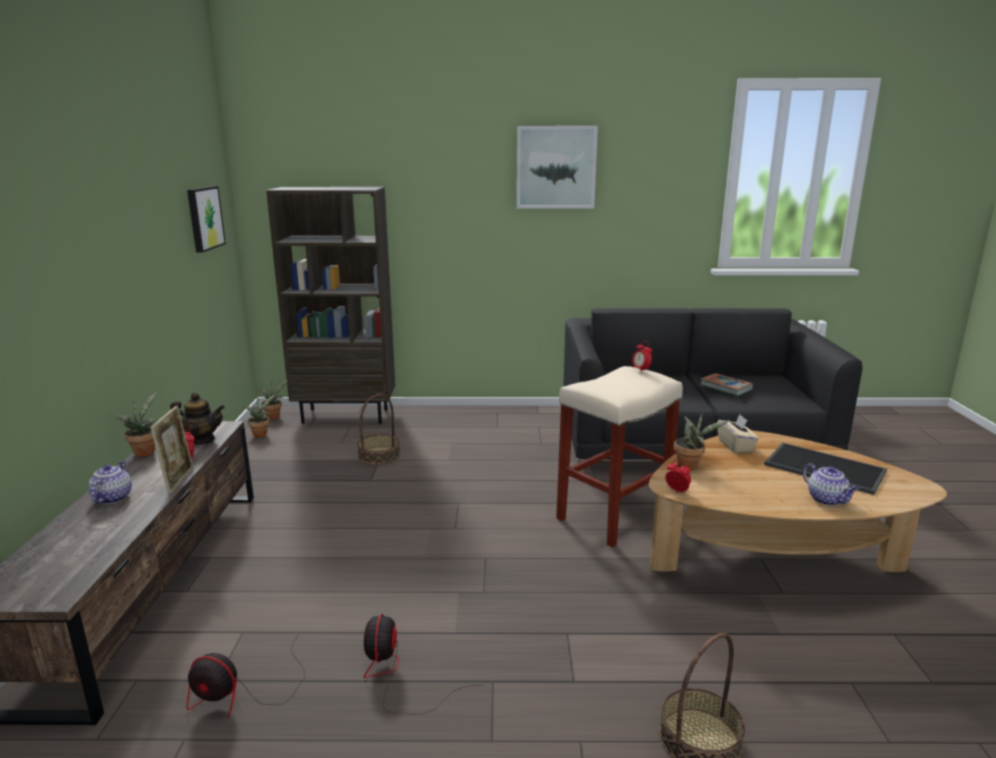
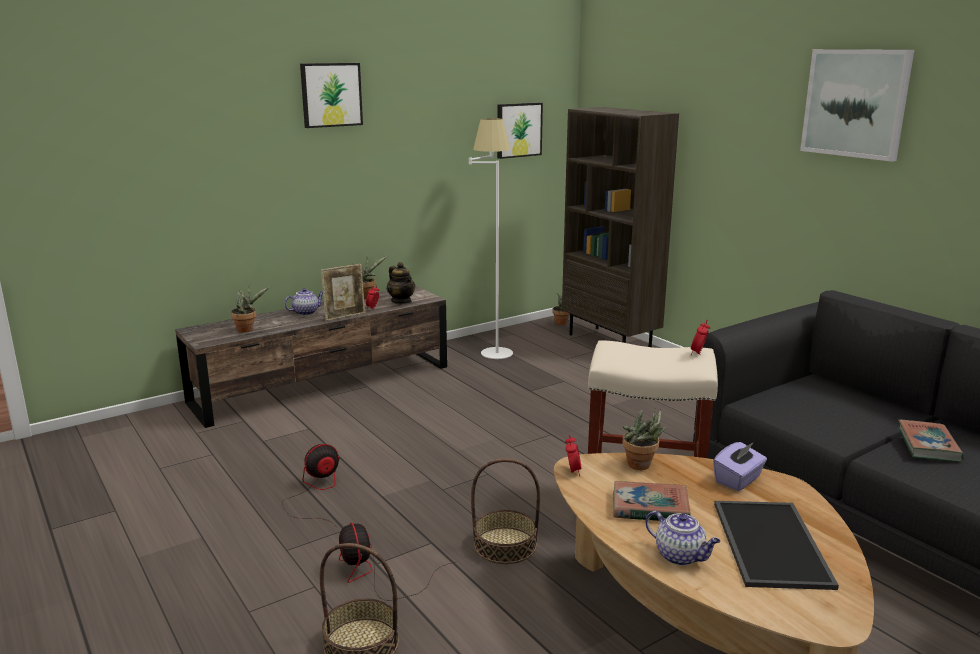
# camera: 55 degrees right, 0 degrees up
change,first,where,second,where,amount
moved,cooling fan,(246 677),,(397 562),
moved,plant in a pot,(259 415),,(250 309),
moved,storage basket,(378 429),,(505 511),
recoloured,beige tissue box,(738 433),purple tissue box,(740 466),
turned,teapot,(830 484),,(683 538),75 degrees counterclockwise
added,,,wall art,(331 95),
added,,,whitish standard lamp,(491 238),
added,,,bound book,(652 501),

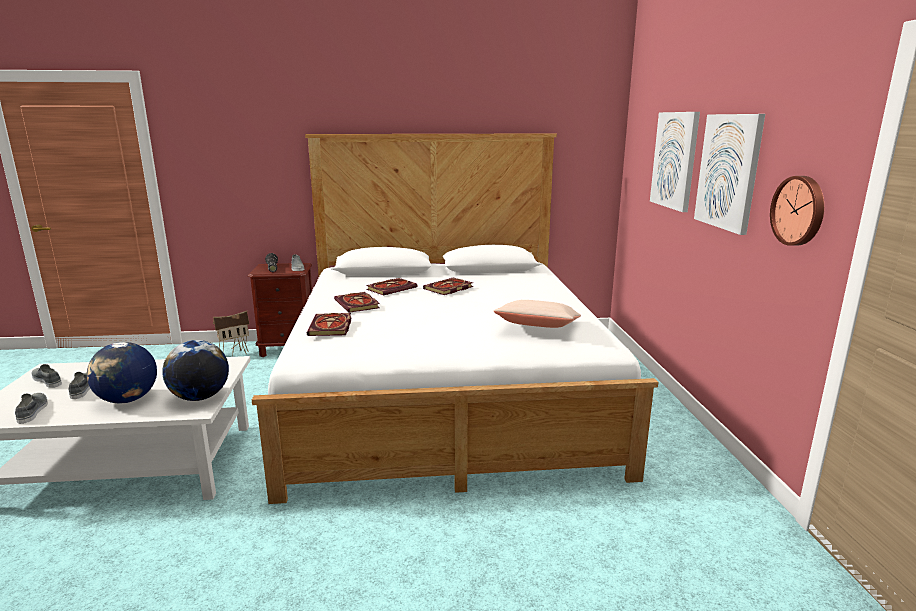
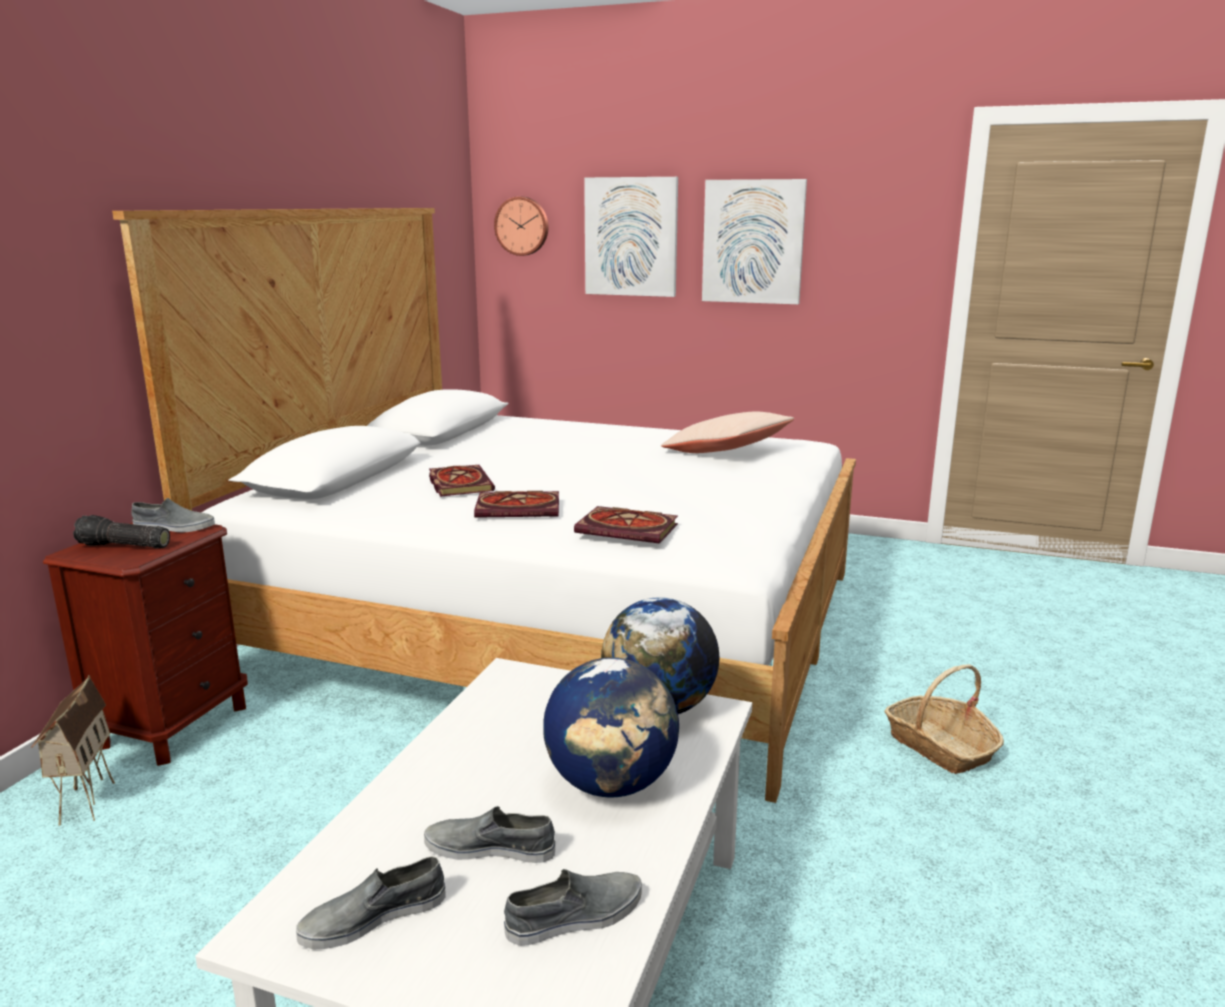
# camera: 65 degrees left, 0 degrees up
change,first,where,second,where,amount
turned,gray item of footwear,(31 408),,(573 907),150 degrees clockwise
removed,bound book,(448 286),,,
moved,hanging clock,(797 211),,(521 226),
added,,,storage basket,(944 719),

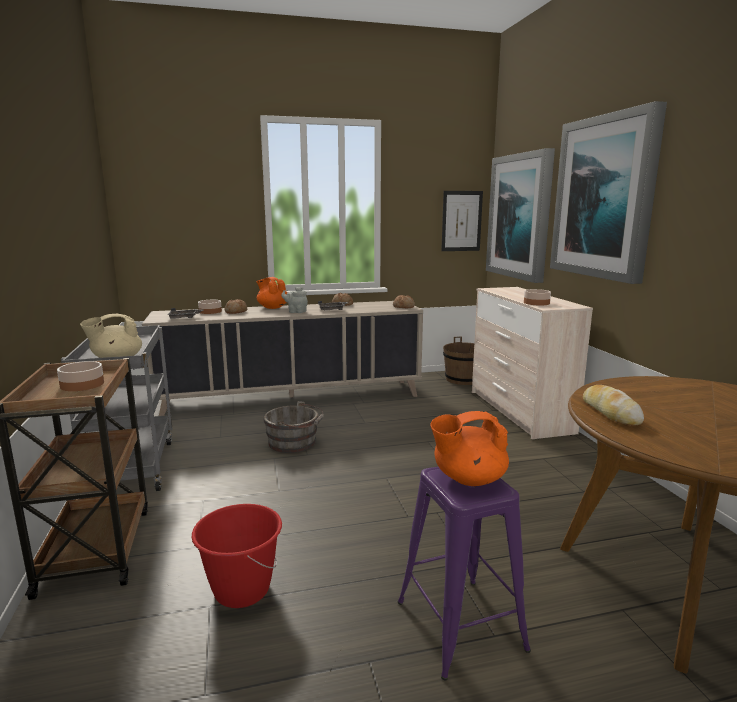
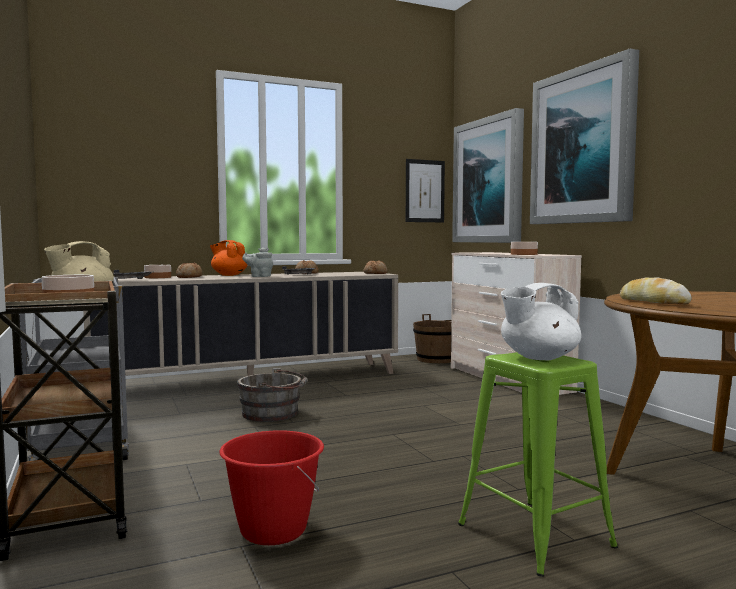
# camera: 10 degrees left, 10 degrees down
change,first,where,second,where,amount
recoloured,purple sitting stool,(464 574),green-coloured sitting stool,(538 464),
recoloured,orange-coloured teapot,(469 448),whitish teapot,(541 321),

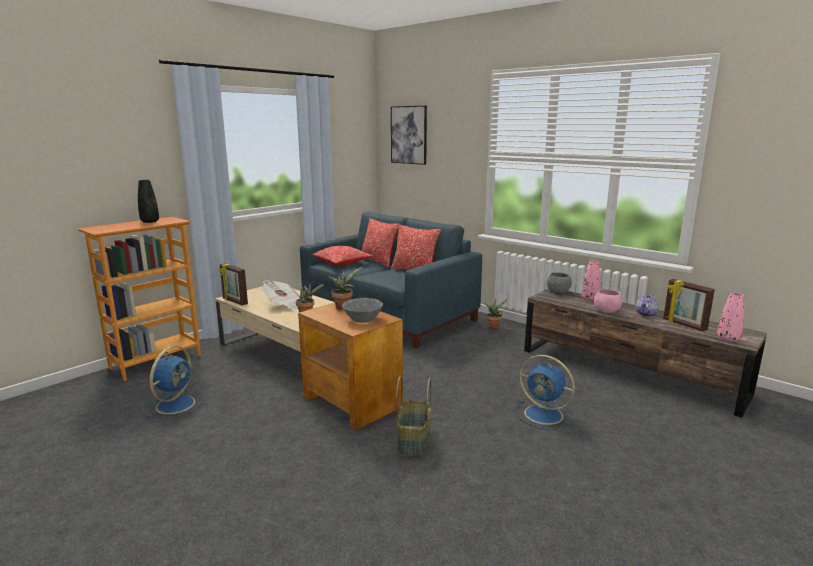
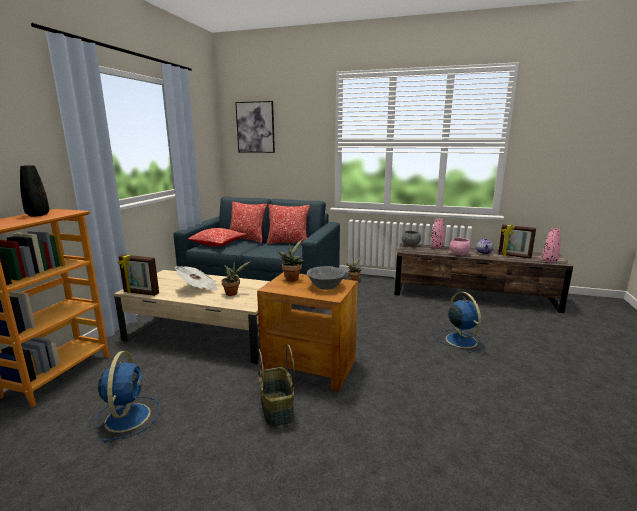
# camera: 25 degrees left, 0 degrees up
change,first,where,second,where,amount
moved,storage basket,(413 416),,(276 386),
turned,blue cooling fan,(545 392),,(460 322),120 degrees counterclockwise

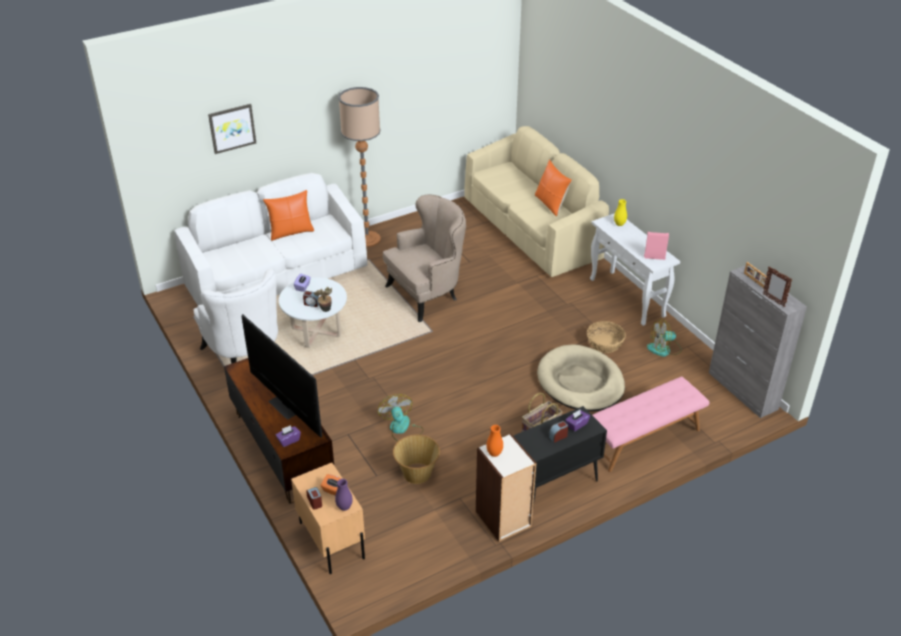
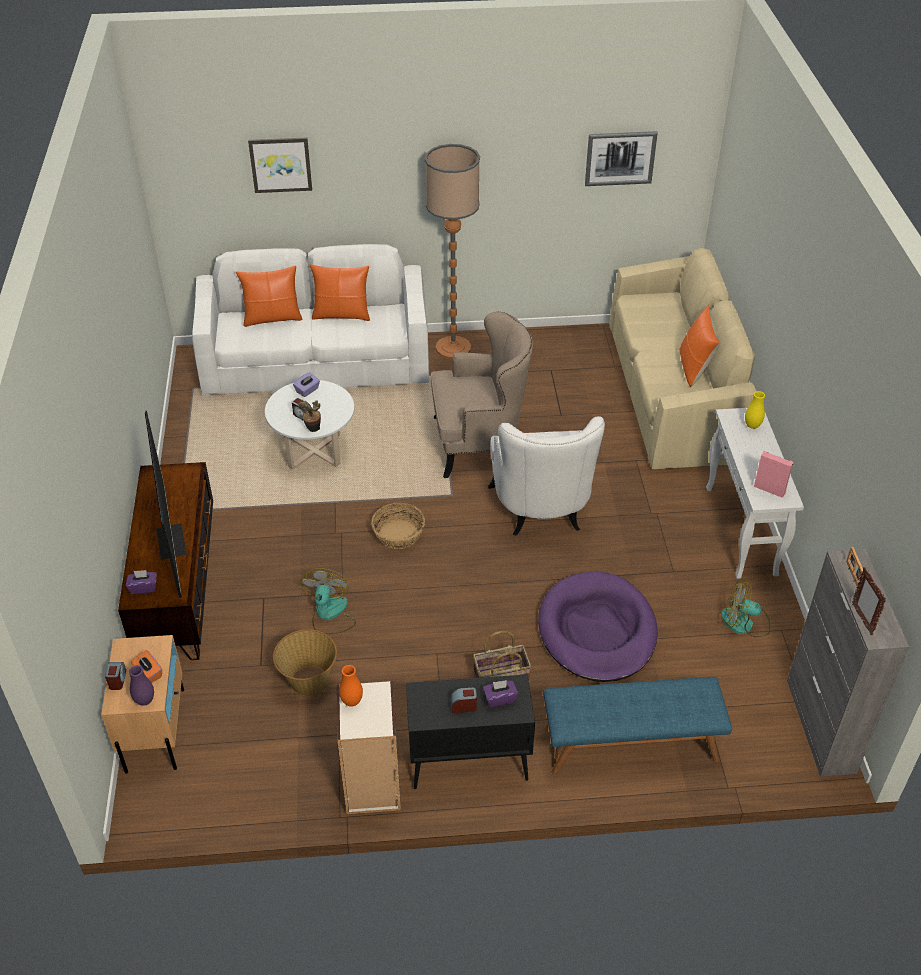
# camera: 25 degrees right, 5 degrees up
change,first,where,second,where,amount
moved,whitish armchair,(236 316),,(546 475),
recoloured,beige pet bed,(581 377),purple pet bed,(597 627),
moved,storage basket,(606 337),,(398 526),
recoloured,pink indoor bench,(651 424),blue indoor bench,(637 726),
added,,,orange-coloured cushion,(269 296),
added,,,wall art,(621 158),

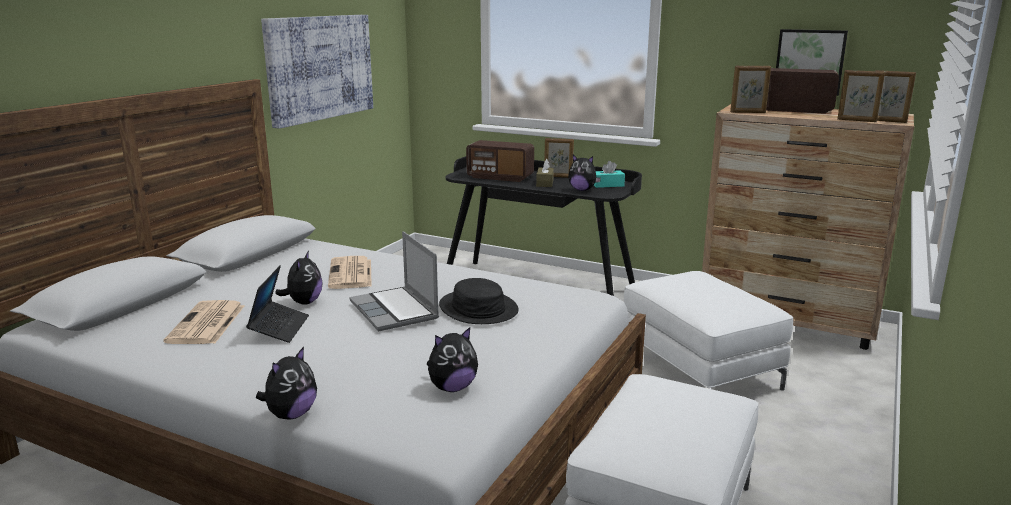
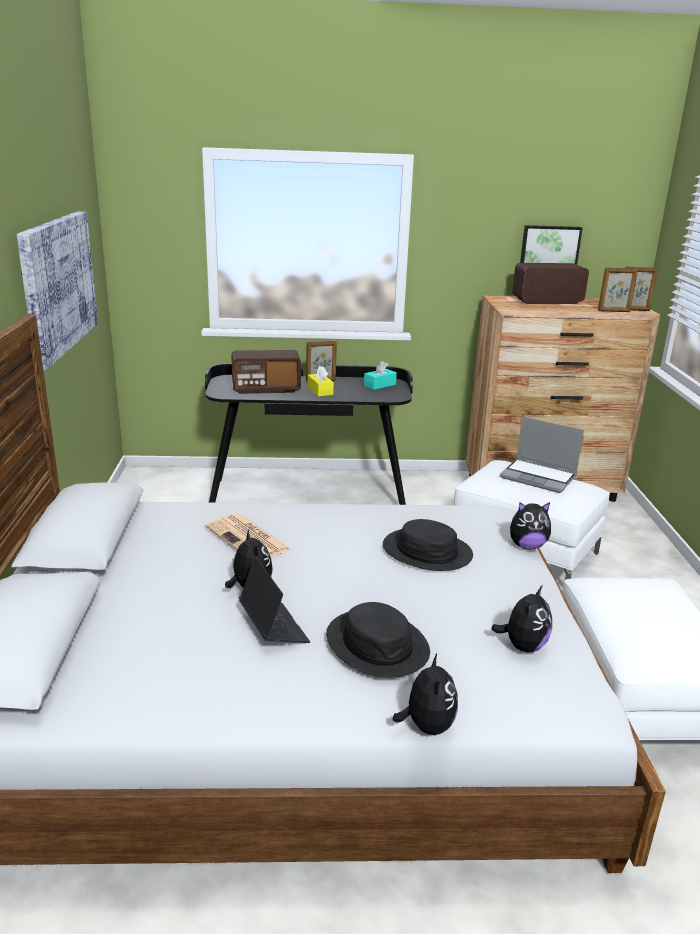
# camera: 30 degrees left, 5 degrees up
change,first,where,second,where,amount
removed,daily paper,(203 322),,,
moved,laptop,(394 281),,(542 454),
recoloured,brown-coloured tissue box,(545 173),yellow tissue box,(321 381),
moved,plush toy,(584 173),,(530 526),
removed,photo frame,(750 89),,,
added,,,black-coloured clothing hat,(378 640),

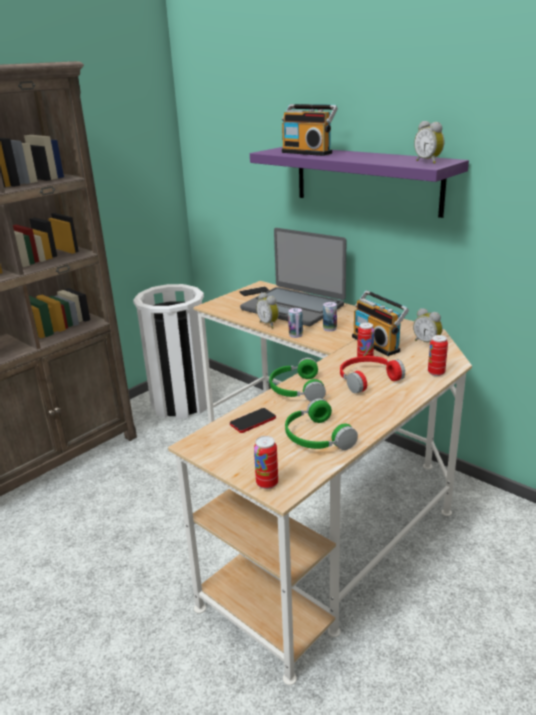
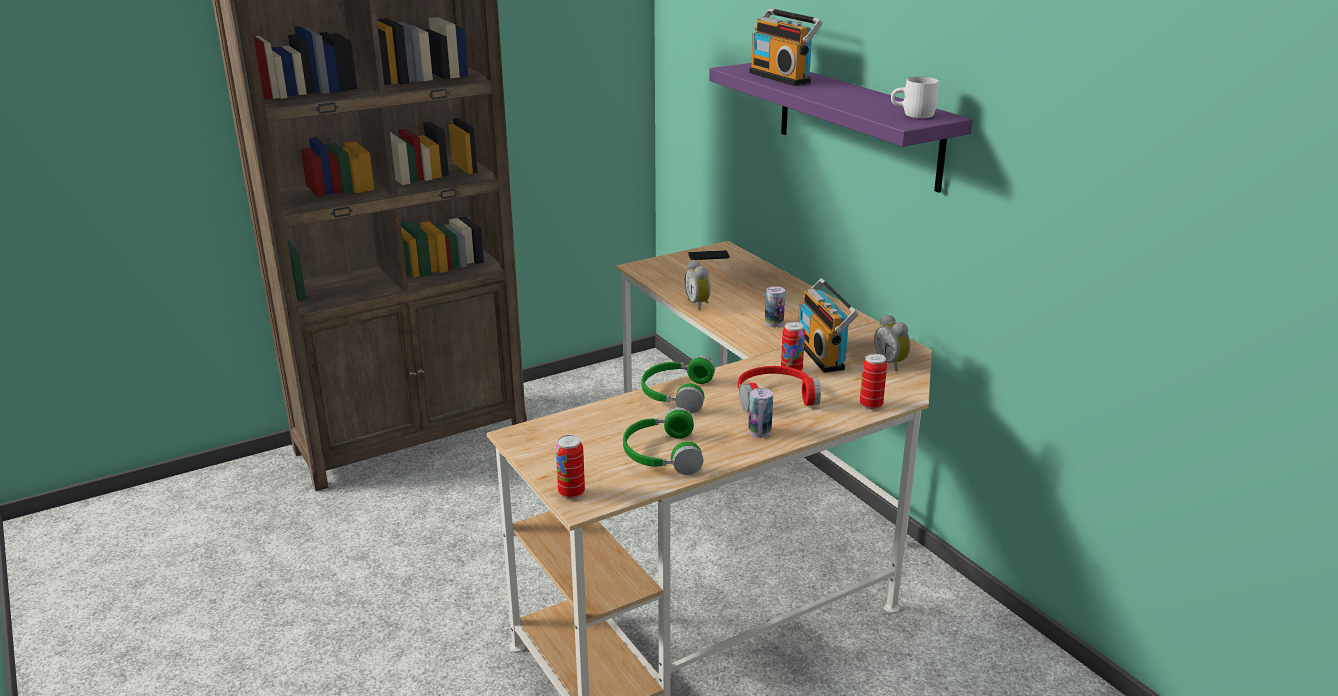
# camera: 15 degrees right, 0 degrees up
change,first,where,second,where,amount
removed,whitish rubbish bin,(170 351),,,
removed,telephone,(253 420),,,
removed,laptop,(293 277),,,
moved,metal can,(295 323),,(760 413),
replaced,table clock,(429 142),whitish coffee mug,(915 97),

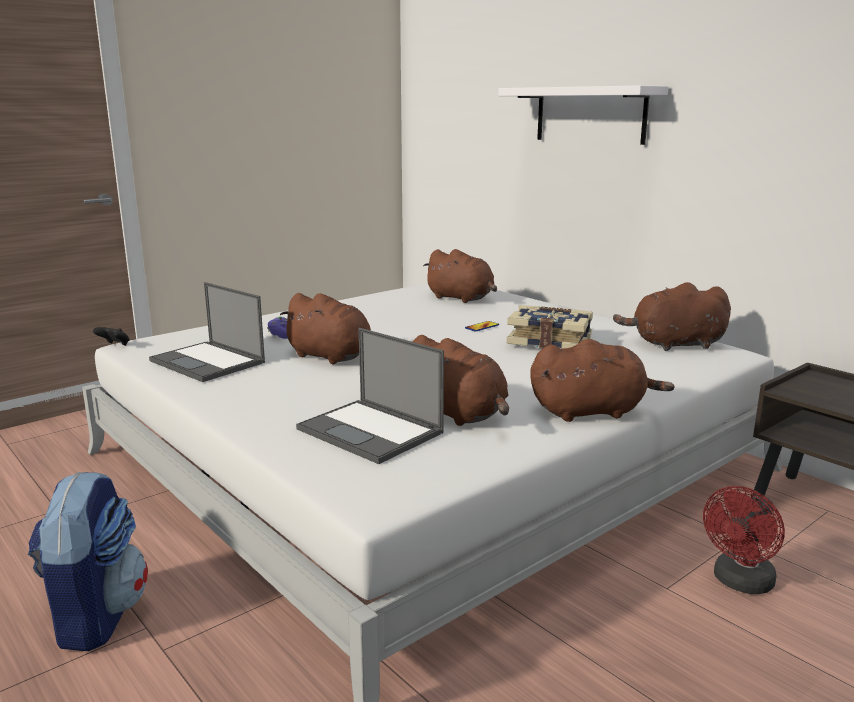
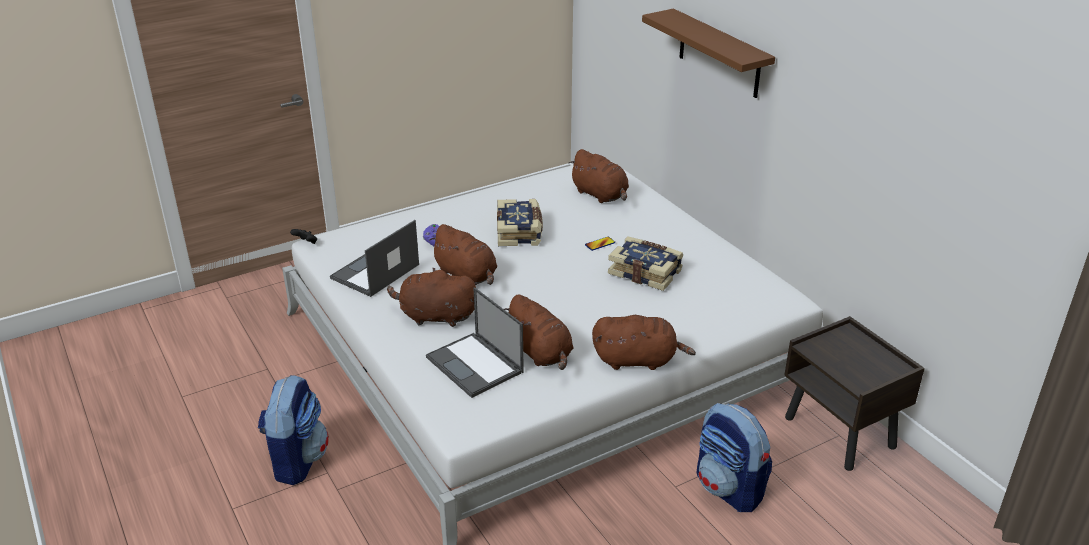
# camera: 10 degrees right, 15 degrees up
change,first,where,second,where,amount
turned,laptop,(207 332),,(374 258),75 degrees clockwise
recoloured,whitish bracket shelf,(583 115),brown-coloured bracket shelf,(708 53),
moved,brown-coloured plush toy,(672 316),,(432 297),
replaced,red cooling fan,(744 540),knapsack,(734 457),
added,,,bound book,(520 222),

